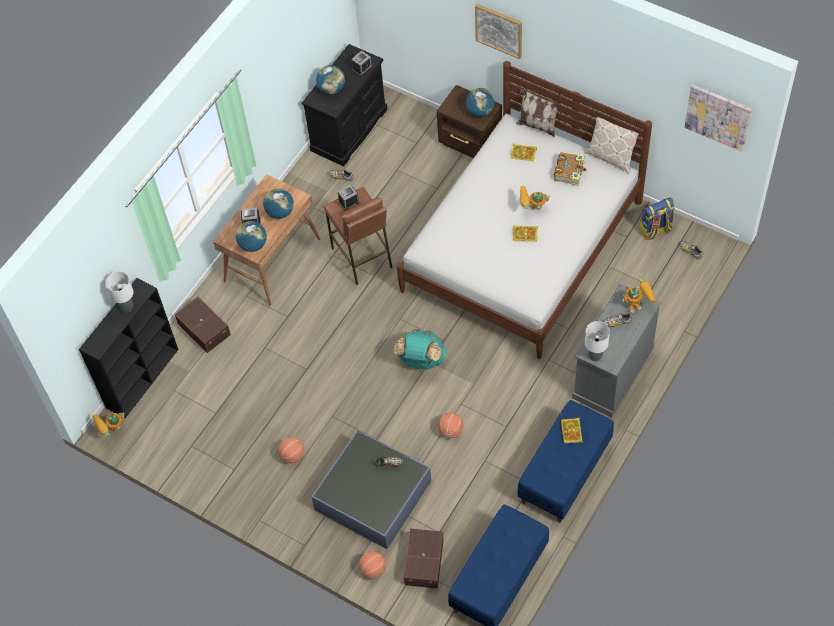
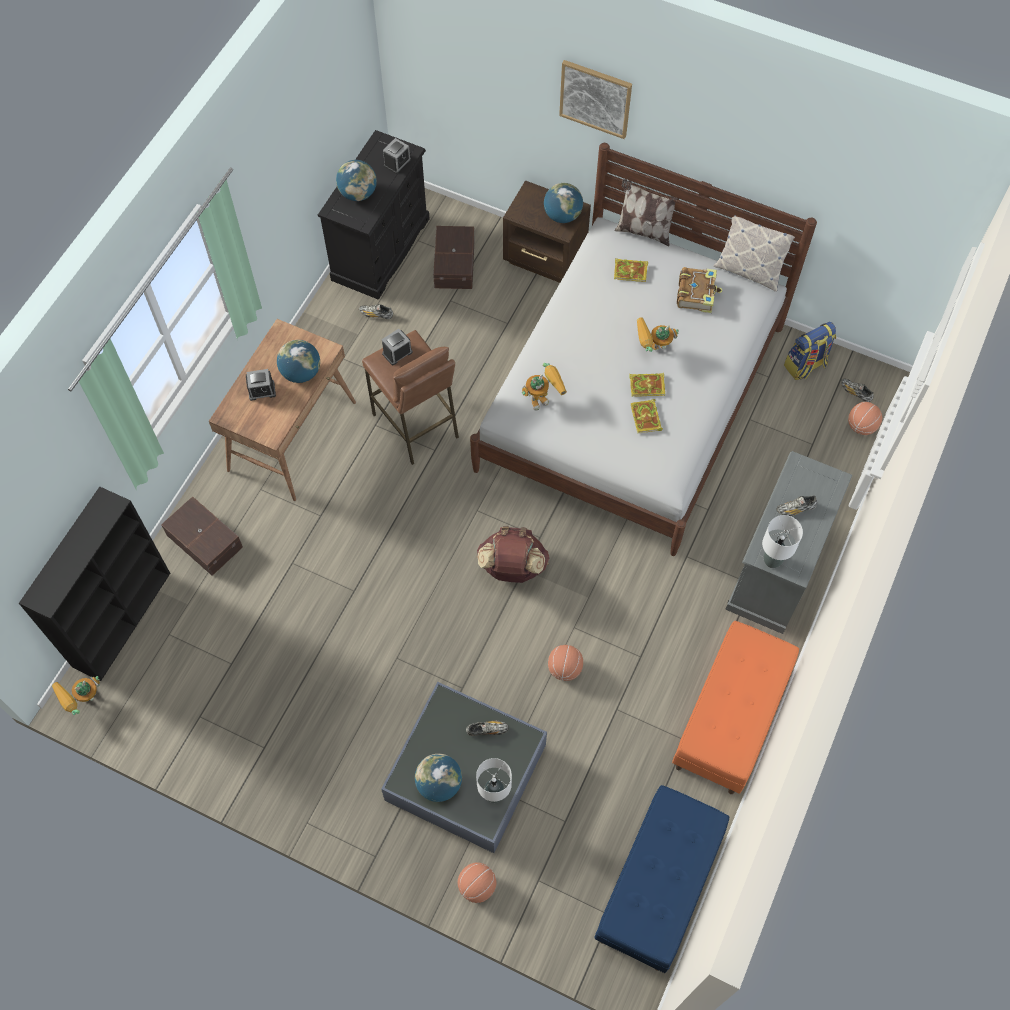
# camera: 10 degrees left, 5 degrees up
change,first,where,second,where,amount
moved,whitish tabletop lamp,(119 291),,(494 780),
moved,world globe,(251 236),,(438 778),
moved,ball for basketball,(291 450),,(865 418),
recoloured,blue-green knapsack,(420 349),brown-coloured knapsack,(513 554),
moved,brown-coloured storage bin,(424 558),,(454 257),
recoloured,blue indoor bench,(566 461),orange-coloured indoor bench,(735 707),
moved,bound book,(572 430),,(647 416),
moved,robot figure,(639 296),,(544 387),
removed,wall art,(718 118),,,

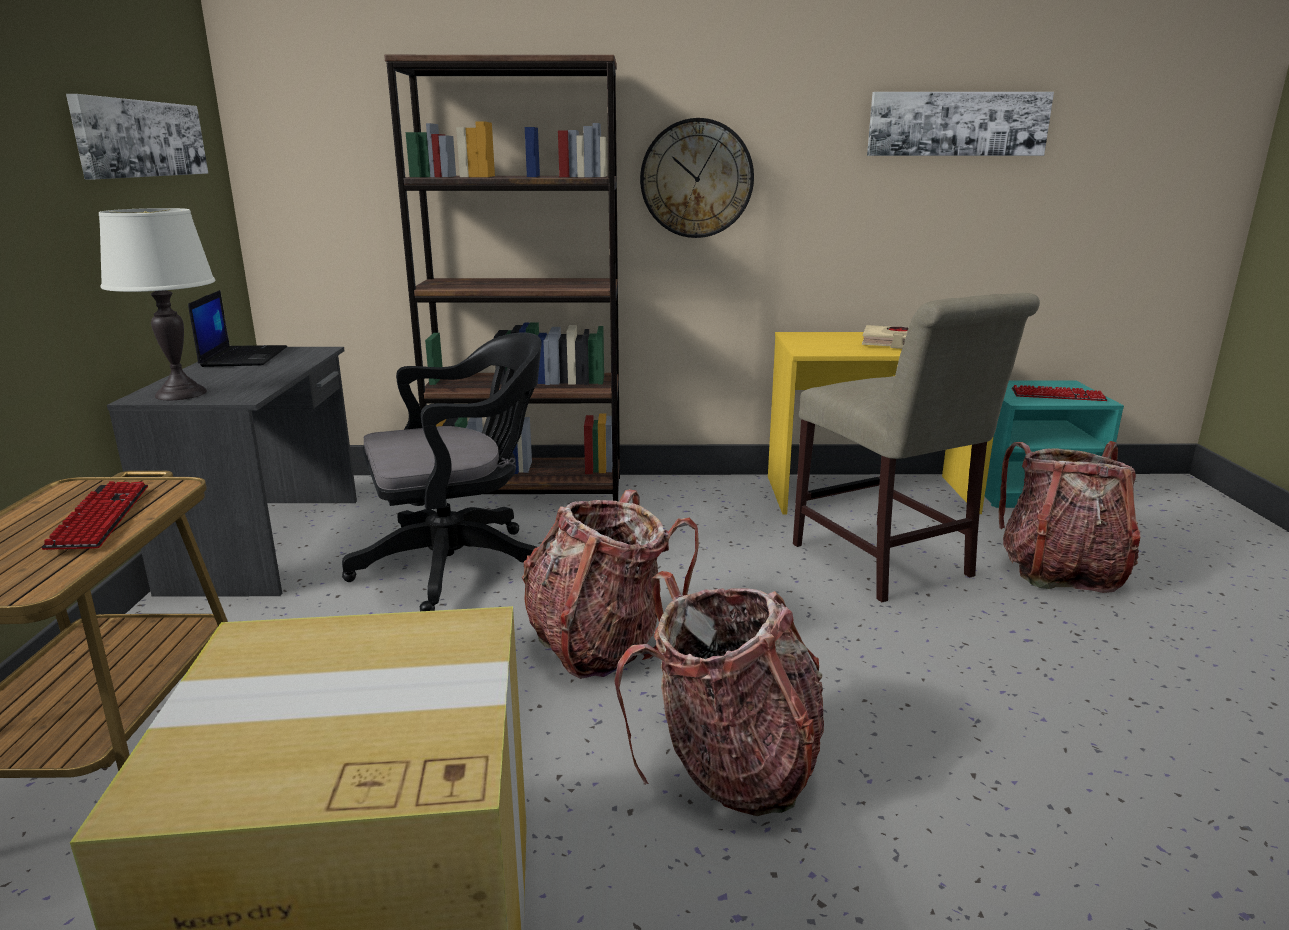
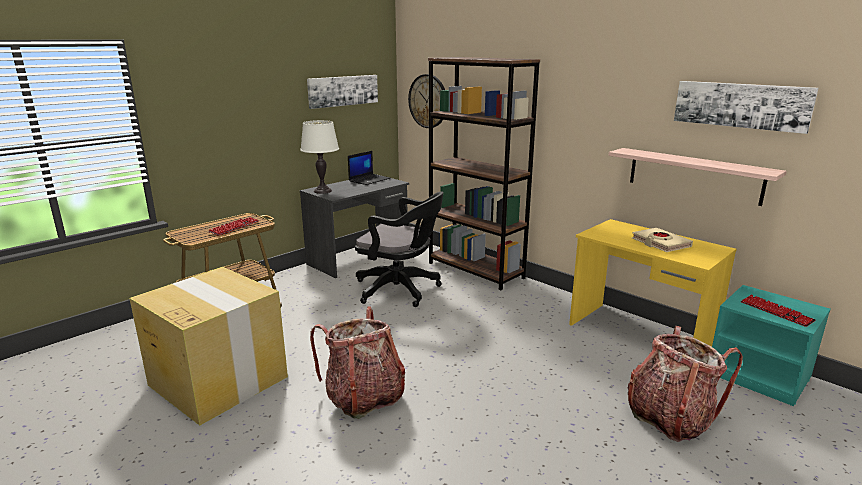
# camera: 45 degrees right, 0 degrees up
change,first,where,second,where,amount
removed,knapsack,(610 584),,,
moved,hanging clock,(697 178),,(426 101),
removed,beige chair,(916 447),,,
added,,,bracket shelf,(698 177),

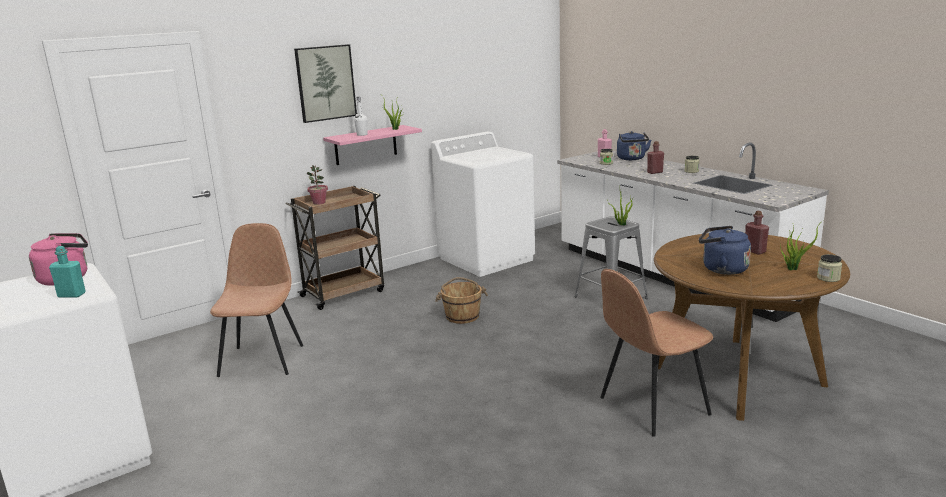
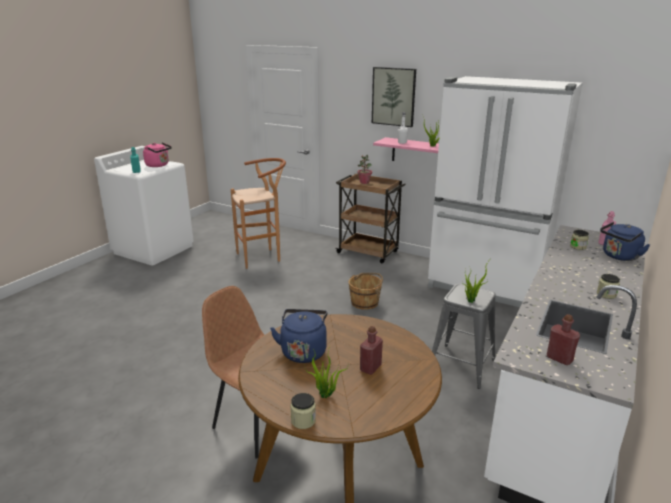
# camera: 65 degrees right, 5 degrees up
change,first,where,second,where,amount
replaced,brown-coloured chair,(256 300),brown-coloured sitting stool,(258 213),
replaced,whitish washing machine,(483 204),whitish kitchen fridge,(505 191),
moved,red beverage bottle,(655 157),,(563 339),

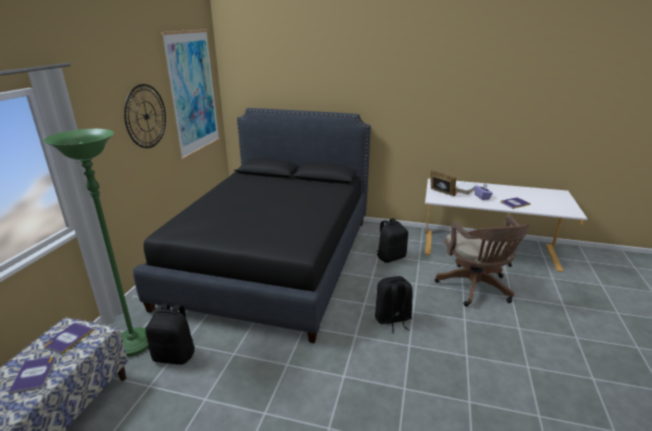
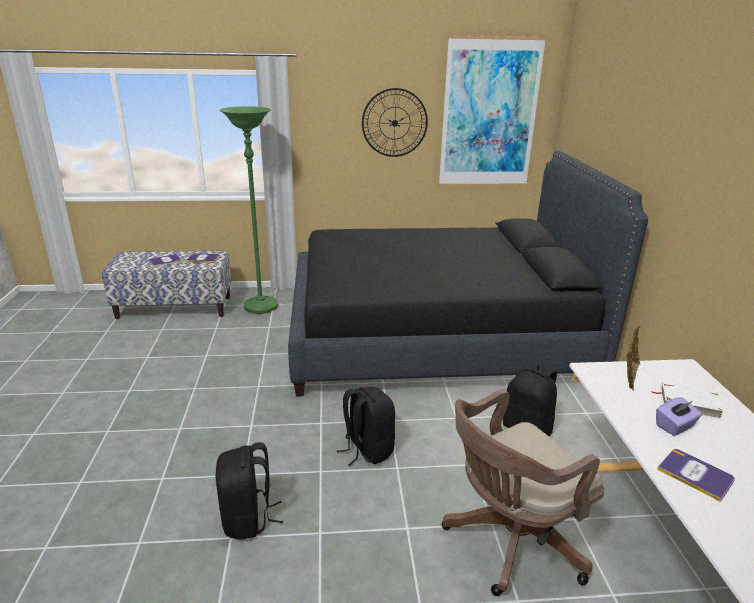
# camera: 70 degrees right, 0 degrees up
change,first,where,second,where,amount
moved,black-coloured knapsack,(170 334),,(249 490),

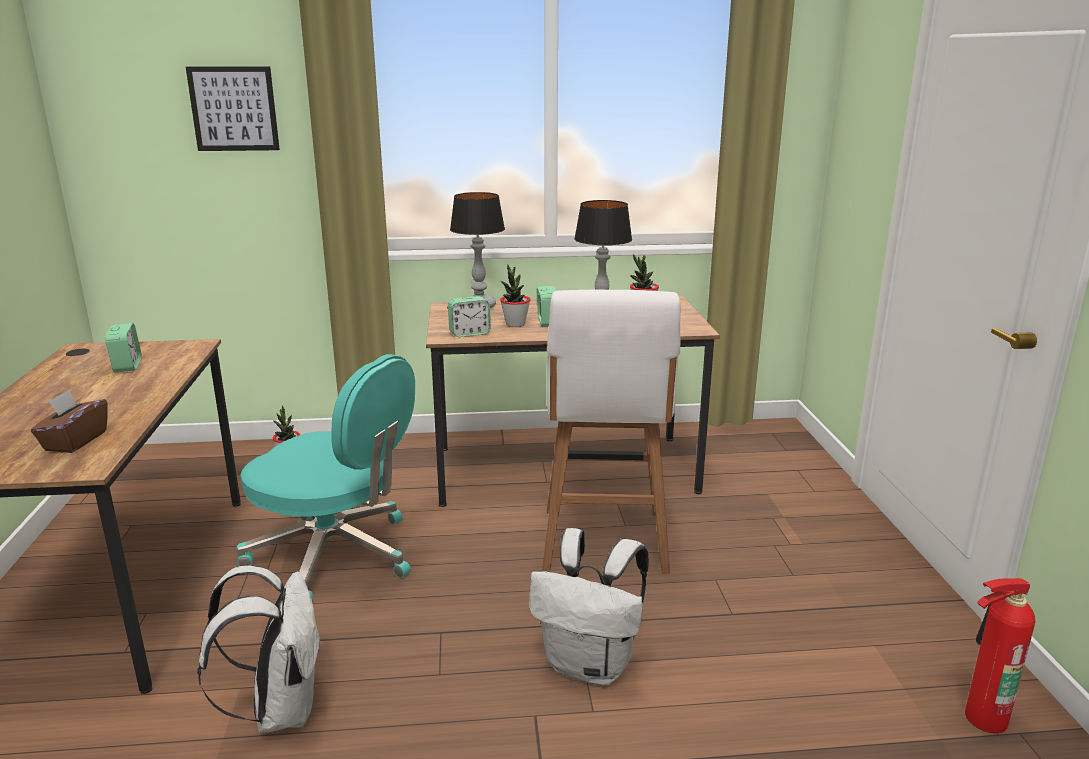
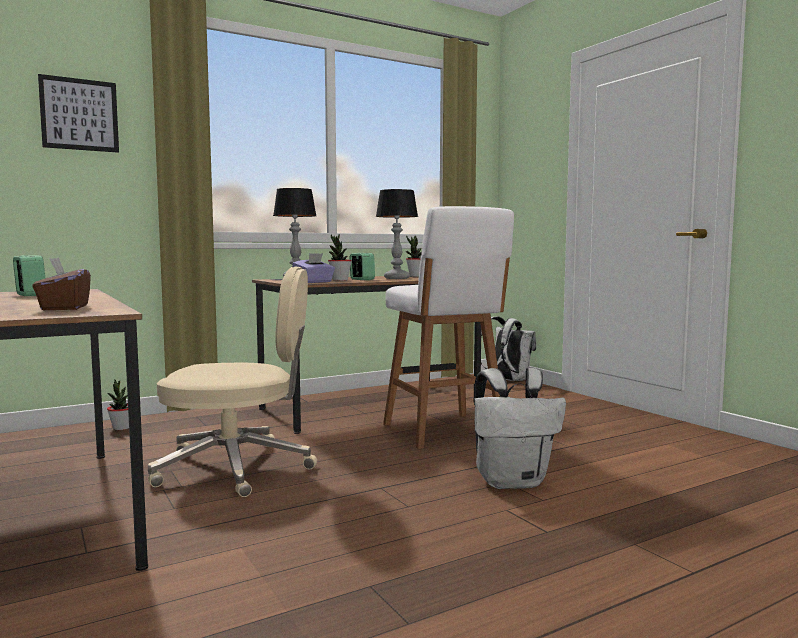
# camera: 25 degrees left, 15 degrees down
change,first,where,second,where,amount
moved,whitish knapsack,(259 649),,(508 348),
recoloured,blue-green computer chair,(325 477),beige computer chair,(232 381),
replaced,table clock,(469 316),purple tissue box,(314 268),
removed,extinguisher,(1000 655),,,

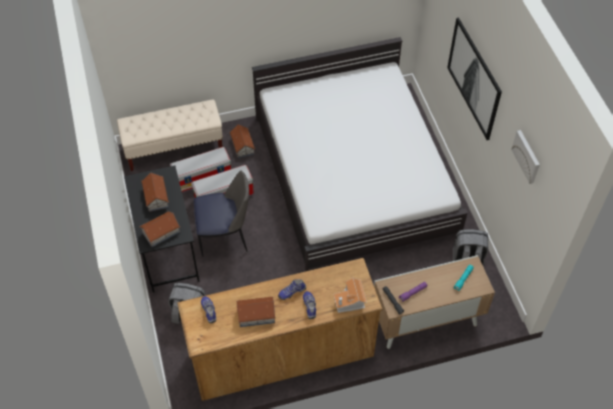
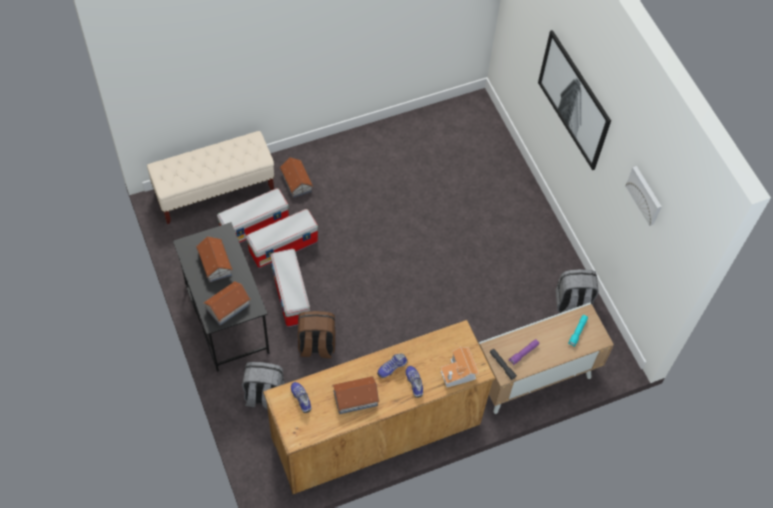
# camera: 10 degrees left, 5 degrees up
change,first,where,second,where,amount
replaced,chair,(221 213),storage bin,(290 288),
removed,whitish sleeping bed,(360 154),,,
added,,,brown-coloured knapsack,(316 334),

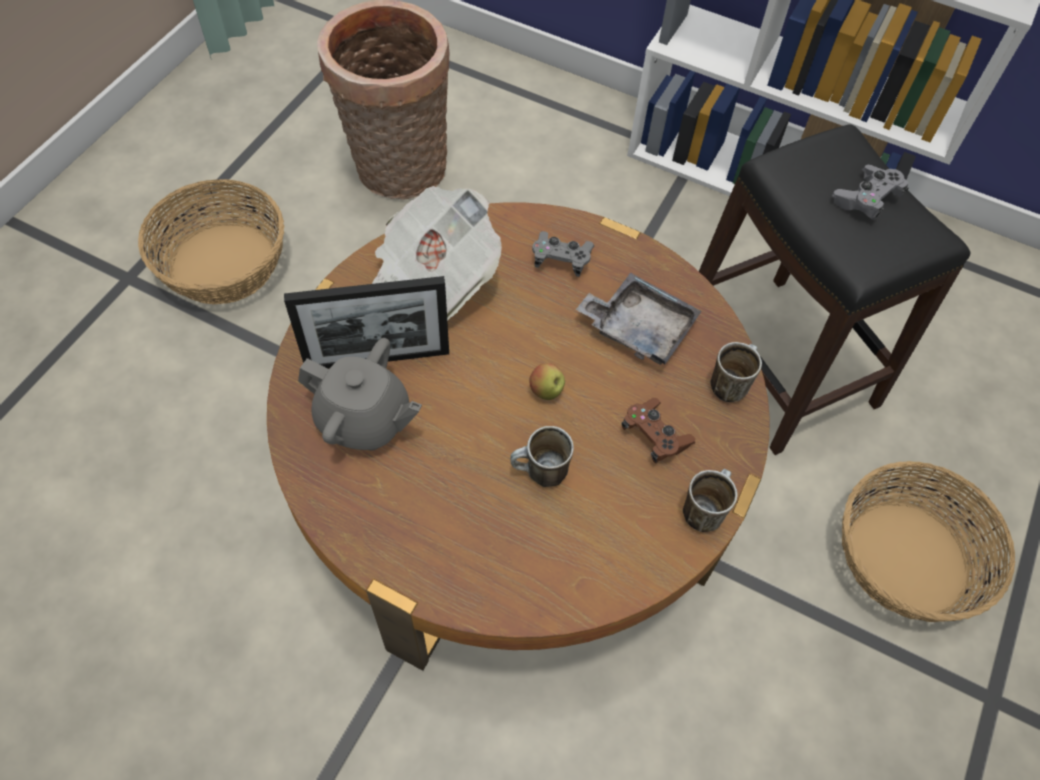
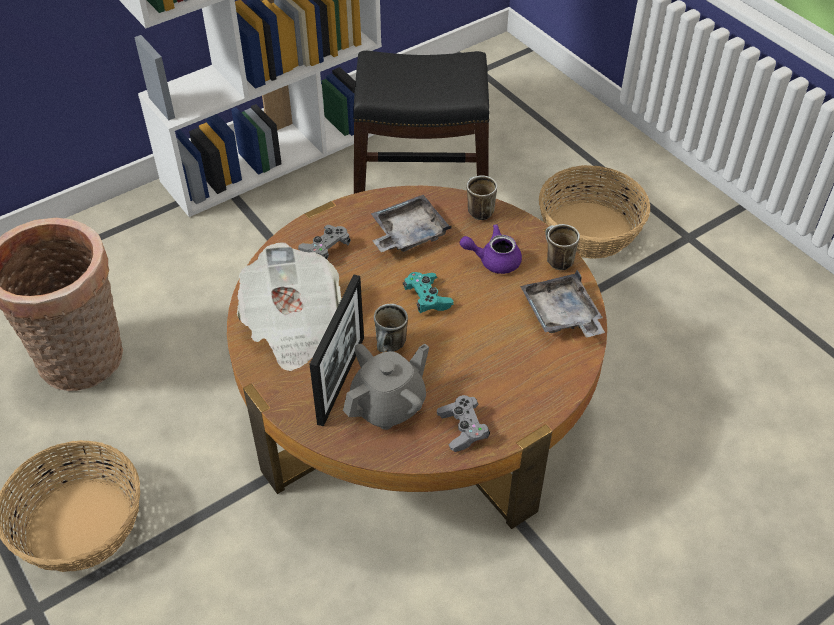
# camera: 60 degrees left, 10 degrees down
change,first,where,second,where,amount
moved,coffee mug,(542 456),,(391 328),
replaced,apple,(547 381),blue-green game controller,(428 292),
replaced,brown-coloured game controller,(658 431),purple teapot,(491 249),
moved,gray game controller,(870 192),,(463 423),
added,,,gray serving tray,(562 303),

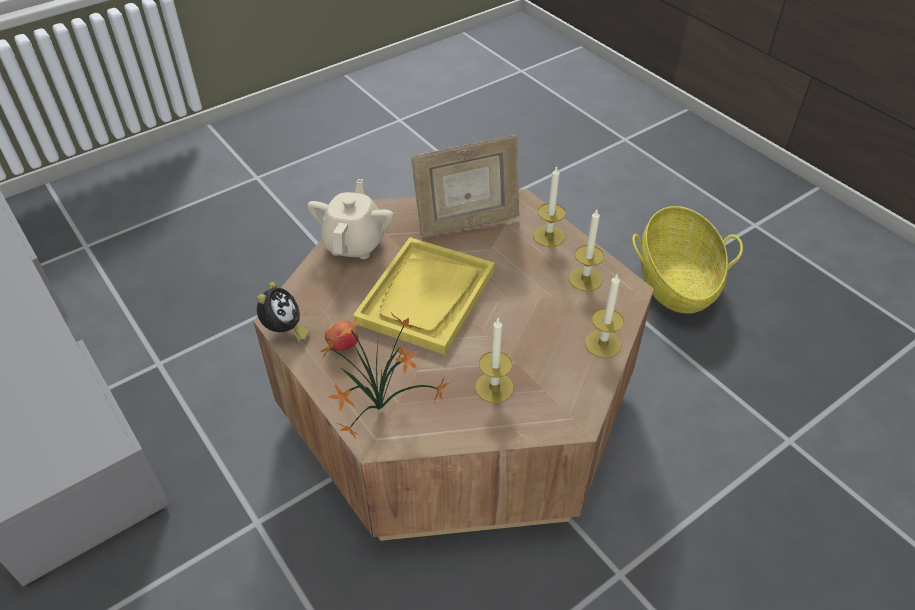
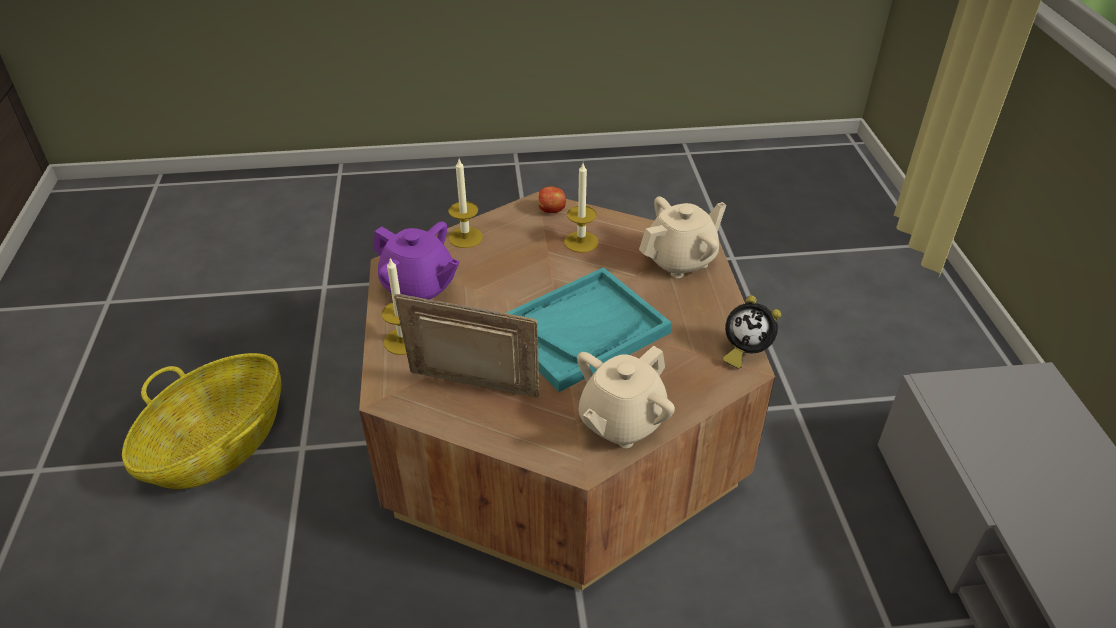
# camera: 150 degrees left, 5 degrees down
change,first,where,second,where,amount
turned,table clock,(283 312),,(752 332),105 degrees counterclockwise
replaced,plant in a pot,(384 375),beige teapot,(682 237),
moved,apple,(342 335),,(552 199),
recoloured,yellow serving tray,(424 296),blue-green serving tray,(589 329),
replaced,wax light,(586 251),purple teapot,(416 261),

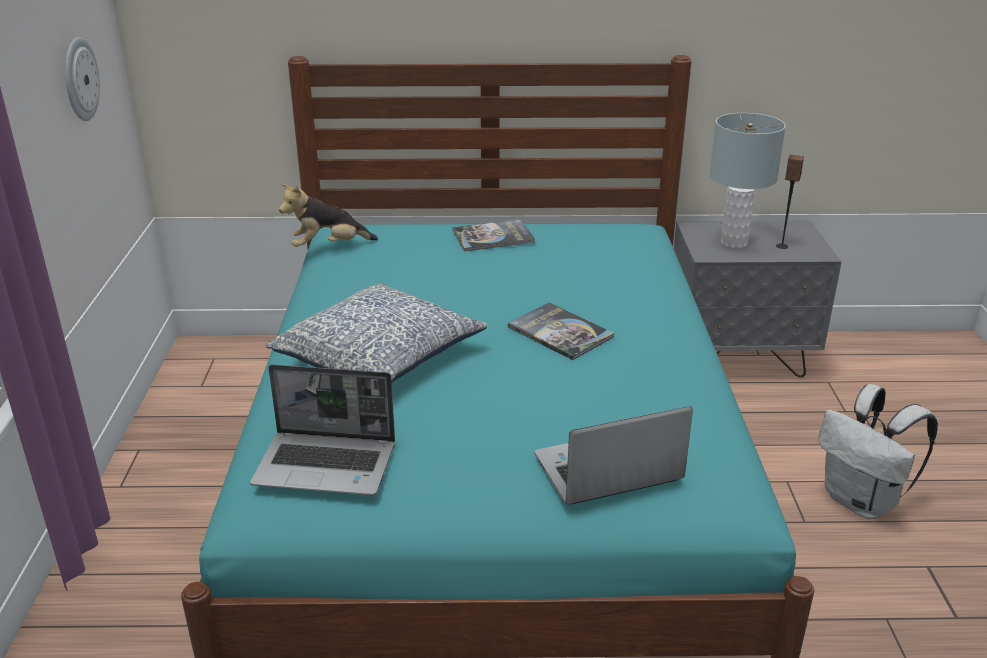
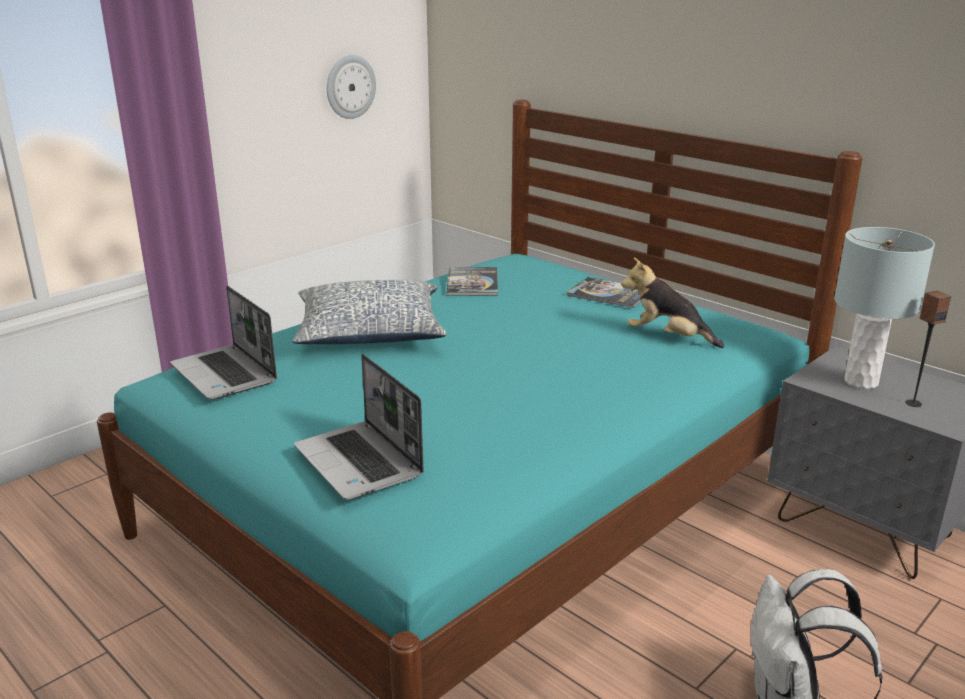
# camera: 45 degrees right, 5 degrees down
change,first,where,second,where,amount
moved,plush toy,(328 215),,(672 303),
moved,bound book,(561 331),,(472 281),
turned,laptop,(614 455),,(359 427),150 degrees counterclockwise

